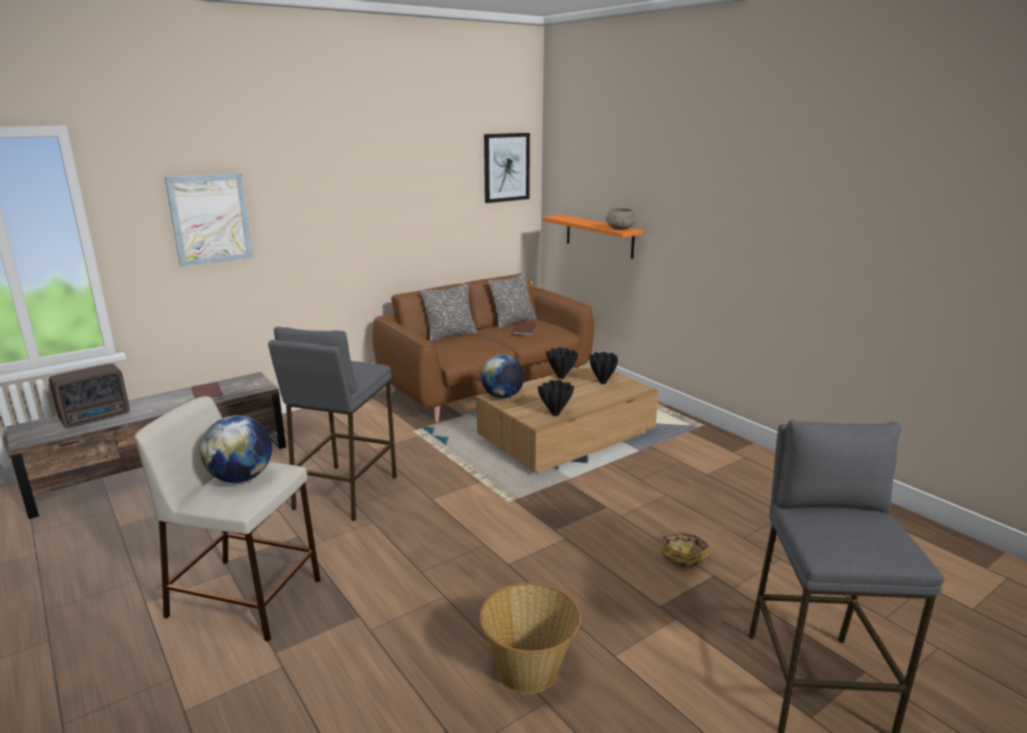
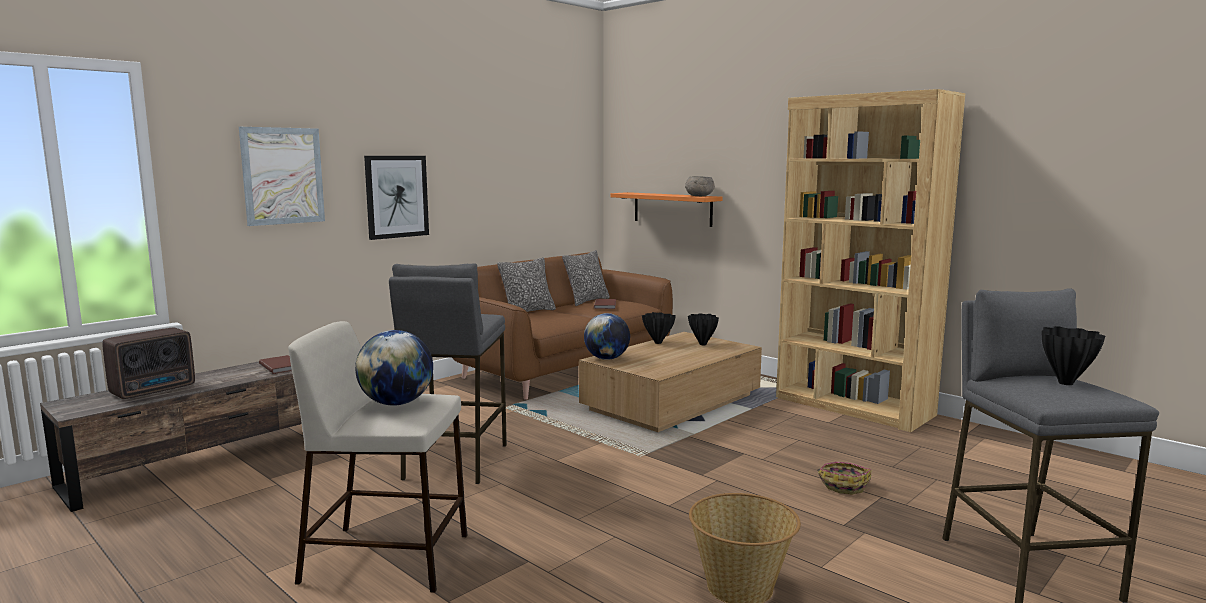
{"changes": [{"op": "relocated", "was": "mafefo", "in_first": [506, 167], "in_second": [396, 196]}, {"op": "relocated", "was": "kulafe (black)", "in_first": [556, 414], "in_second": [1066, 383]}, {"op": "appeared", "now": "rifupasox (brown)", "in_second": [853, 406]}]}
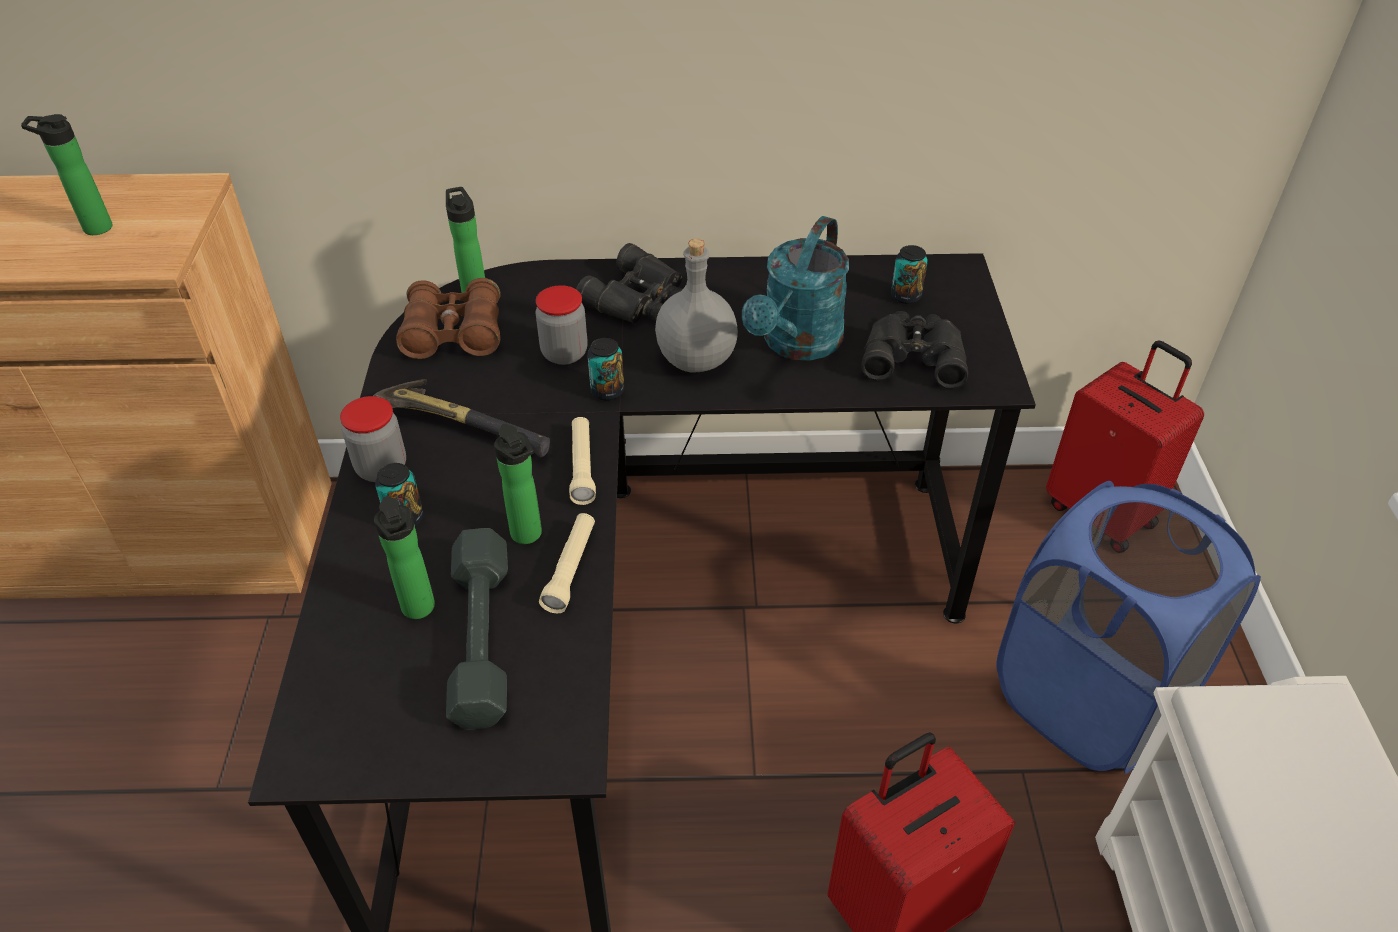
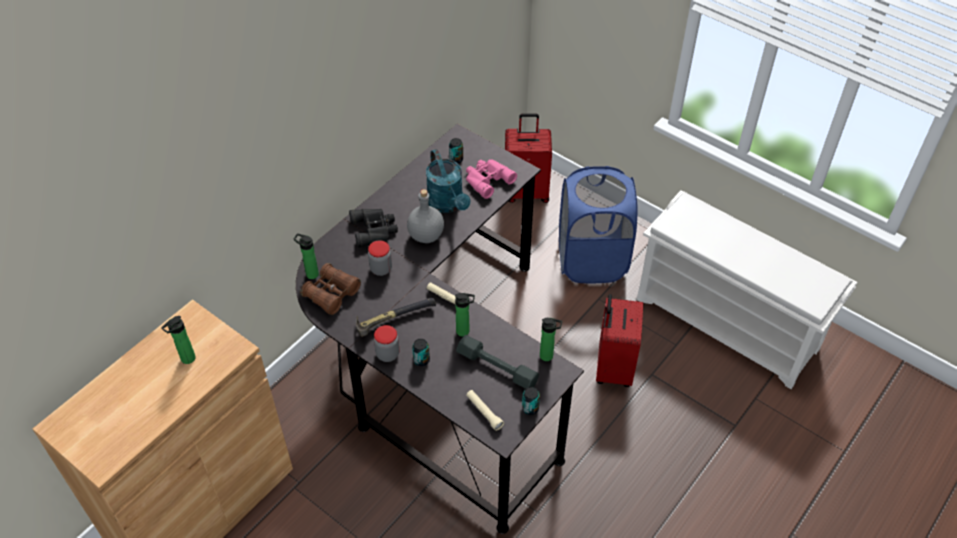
{"changes": [{"op": "relocated", "was": "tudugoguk", "in_first": [419, 610], "in_second": [548, 356]}, {"op": "relocated", "was": "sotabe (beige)", "in_first": [570, 569], "in_second": [484, 412]}, {"op": "relocated", "was": "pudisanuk", "in_first": [607, 391], "in_second": [530, 408]}, {"op": "colour", "was": "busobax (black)", "now": "busobax (pink)", "in_first": [913, 355], "in_second": [487, 179]}]}
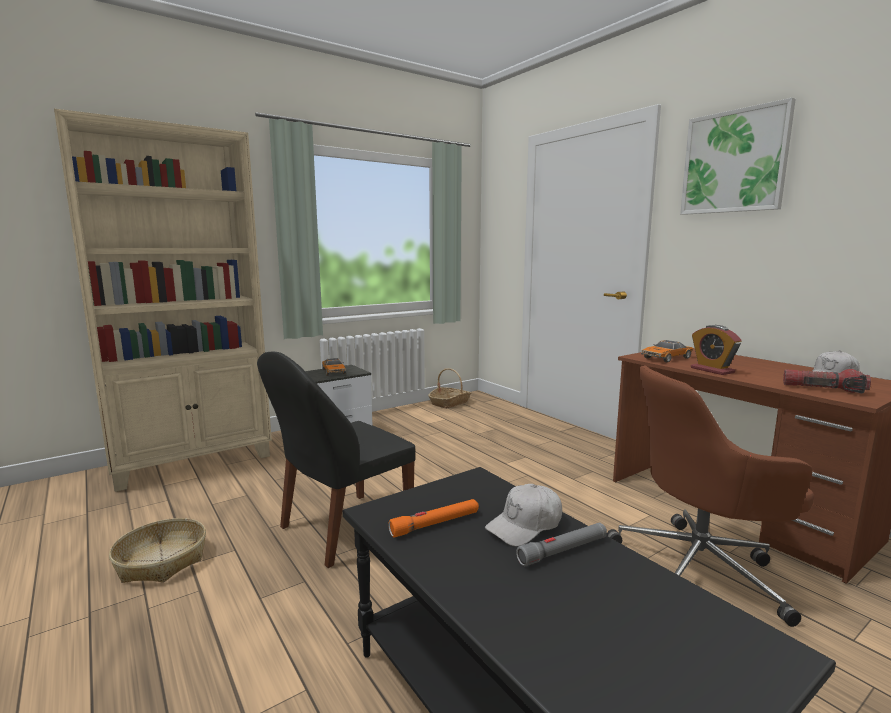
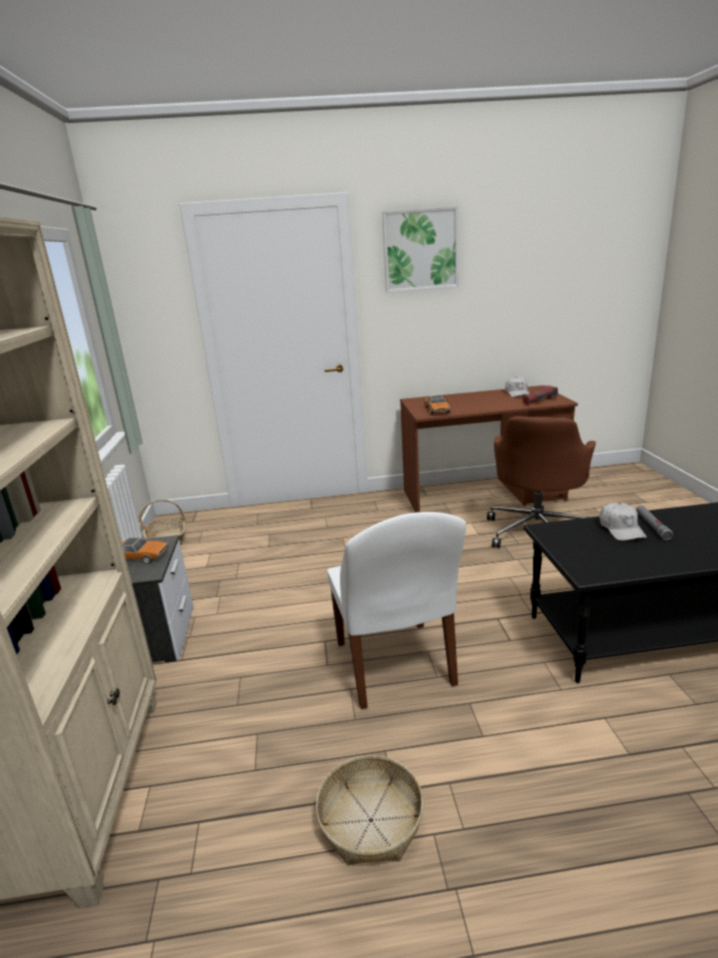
{"changes": [{"op": "colour", "was": "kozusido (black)", "now": "kozusido (white)", "in_first": [342, 529], "in_second": [395, 666]}, {"op": "missing", "was": "sotabe (orange)", "in_first": [436, 524]}, {"op": "missing", "was": "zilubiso", "in_first": [712, 370]}]}
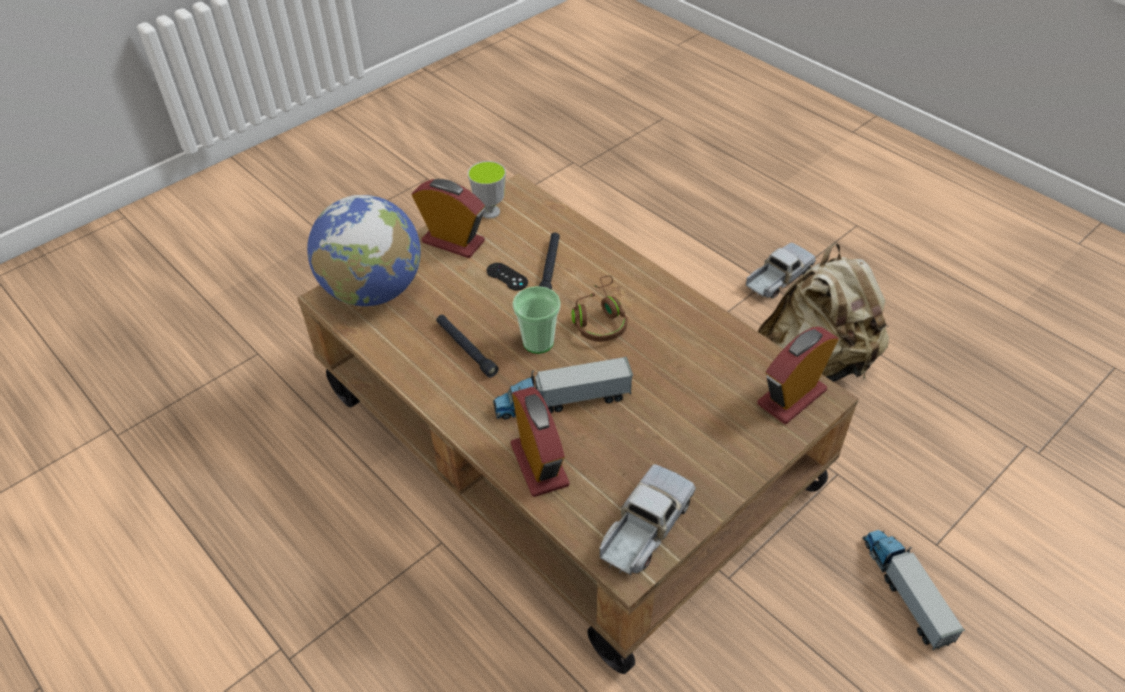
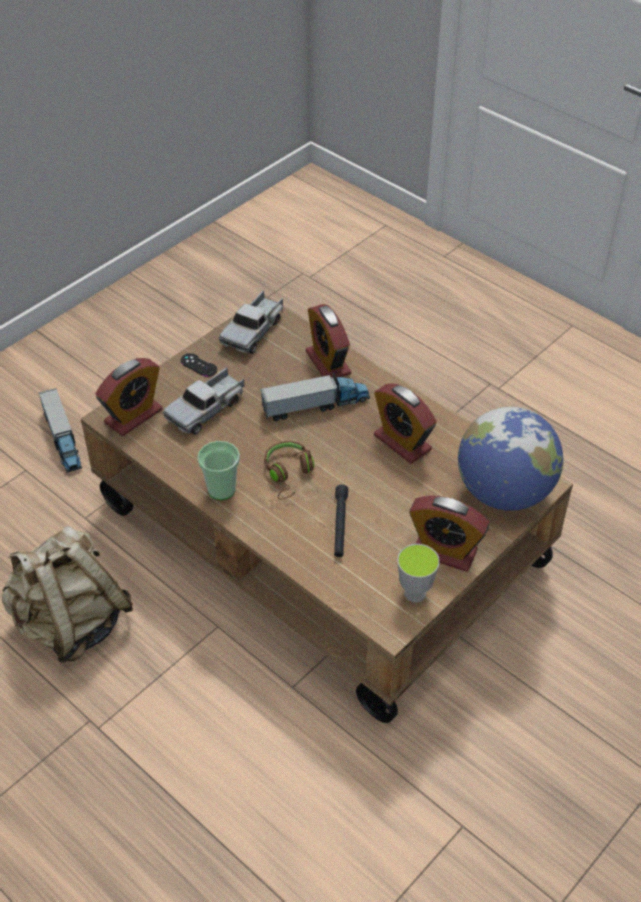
{"changes": [{"op": "exchanged", "was": "sotabe (black)", "now": "zilubiso", "in_first": [466, 349], "in_second": [402, 442]}, {"op": "relocated", "was": "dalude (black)", "in_first": [507, 277], "in_second": [198, 365]}, {"op": "relocated", "was": "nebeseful", "in_first": [538, 342], "in_second": [221, 489]}, {"op": "relocated", "was": "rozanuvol", "in_first": [777, 279], "in_second": [206, 409]}]}
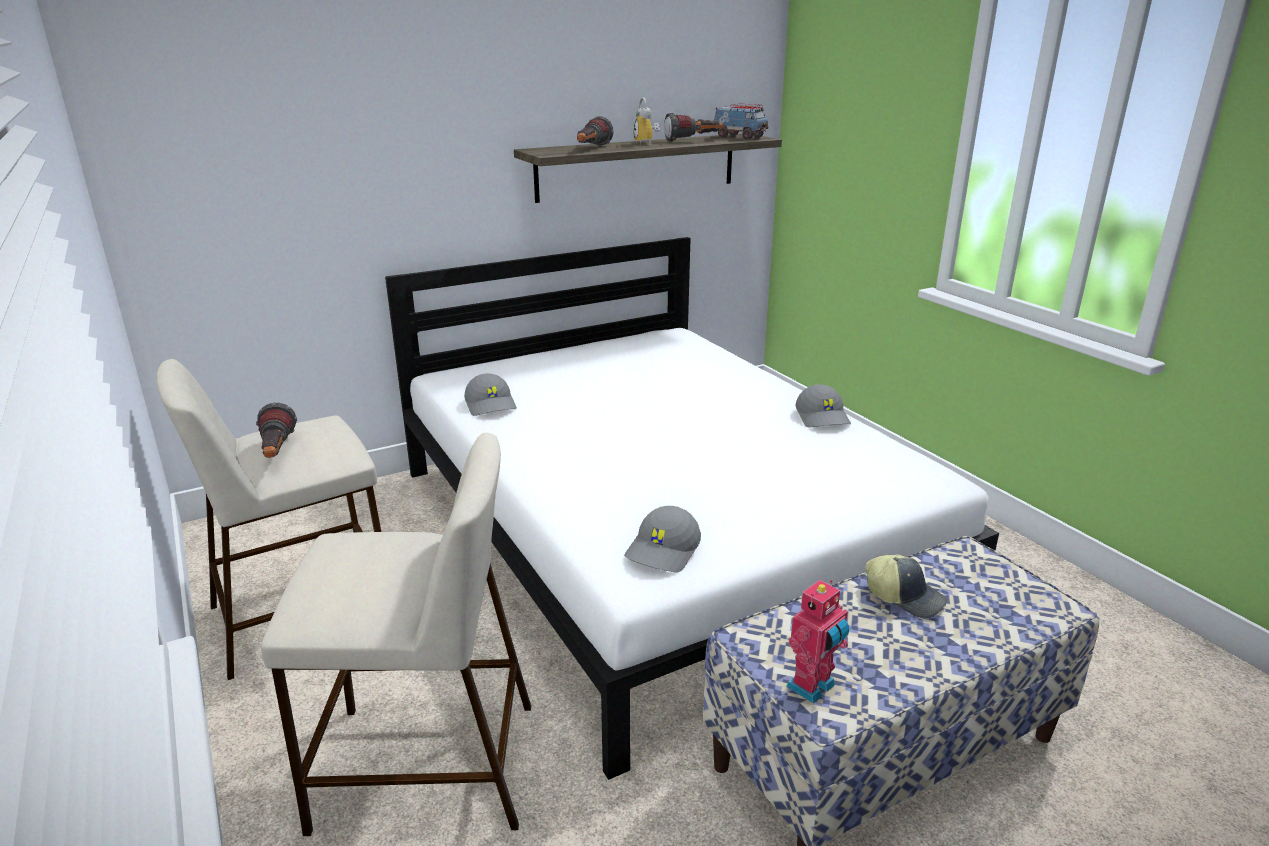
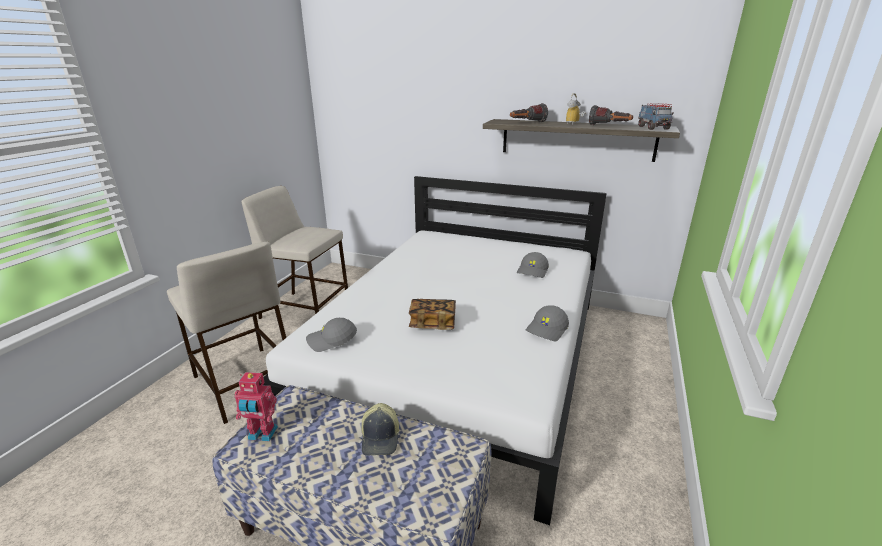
{"changes": [{"op": "missing", "was": "sotabe", "in_first": [277, 452]}, {"op": "relocated", "was": "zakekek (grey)", "in_first": [491, 405], "in_second": [533, 271]}, {"op": "appeared", "now": "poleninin", "in_second": [432, 324]}]}
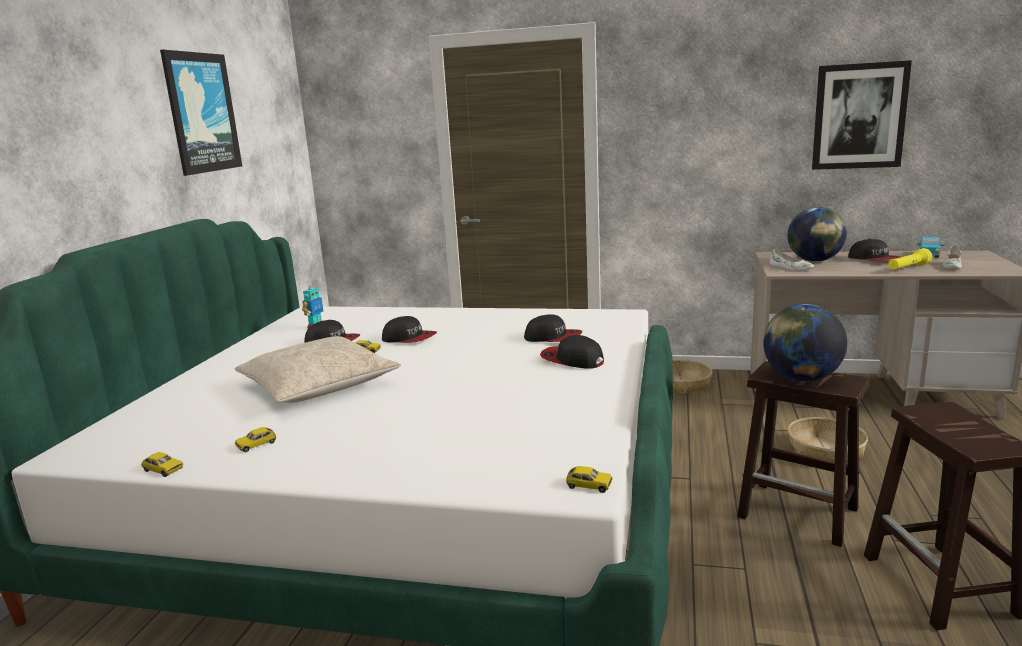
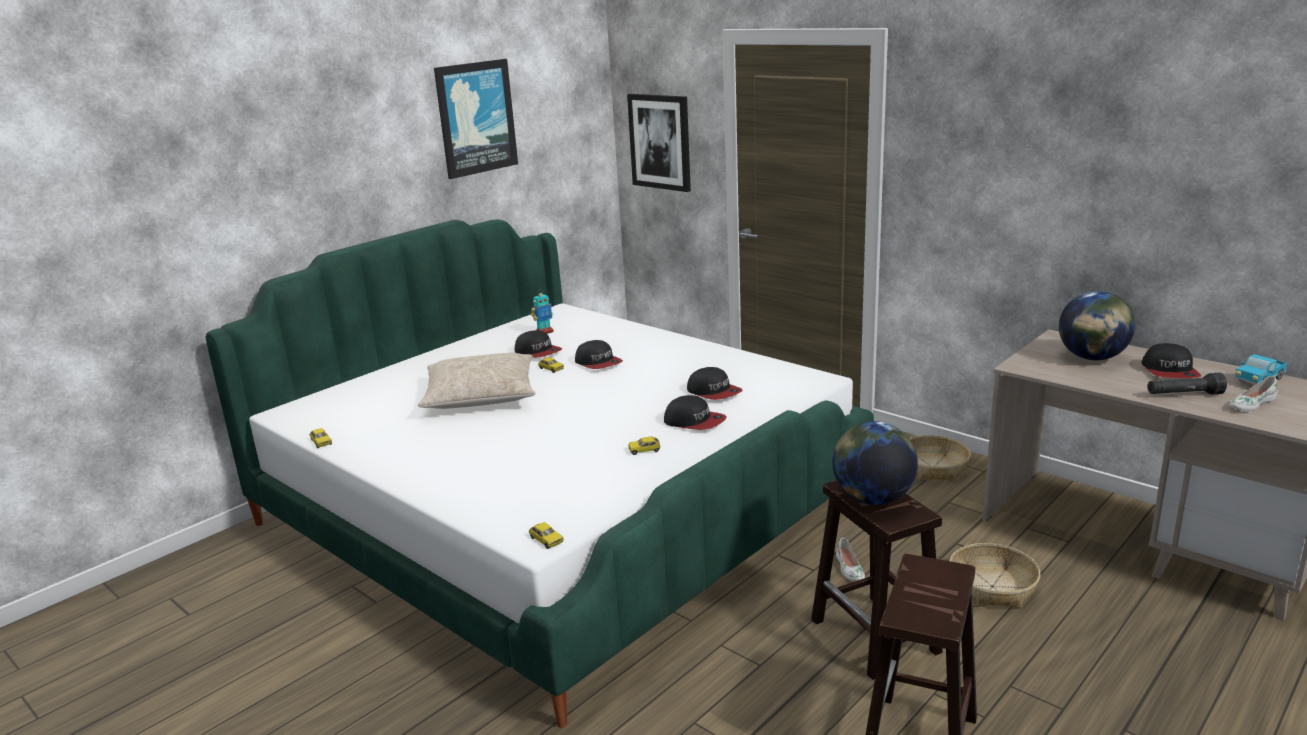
{"changes": [{"op": "relocated", "was": "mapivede", "in_first": [256, 444], "in_second": [644, 450]}, {"op": "spun", "was": "zakekek", "in_first": [572, 360], "in_second": [694, 422], "clockwise": 150}, {"op": "relocated", "was": "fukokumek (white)", "in_first": [790, 268], "in_second": [849, 569]}, {"op": "relocated", "was": "mafefo", "in_first": [859, 116], "in_second": [660, 142]}, {"op": "colour", "was": "sotabe (yellow)", "now": "sotabe (black)", "in_first": [908, 268], "in_second": [1184, 395]}]}
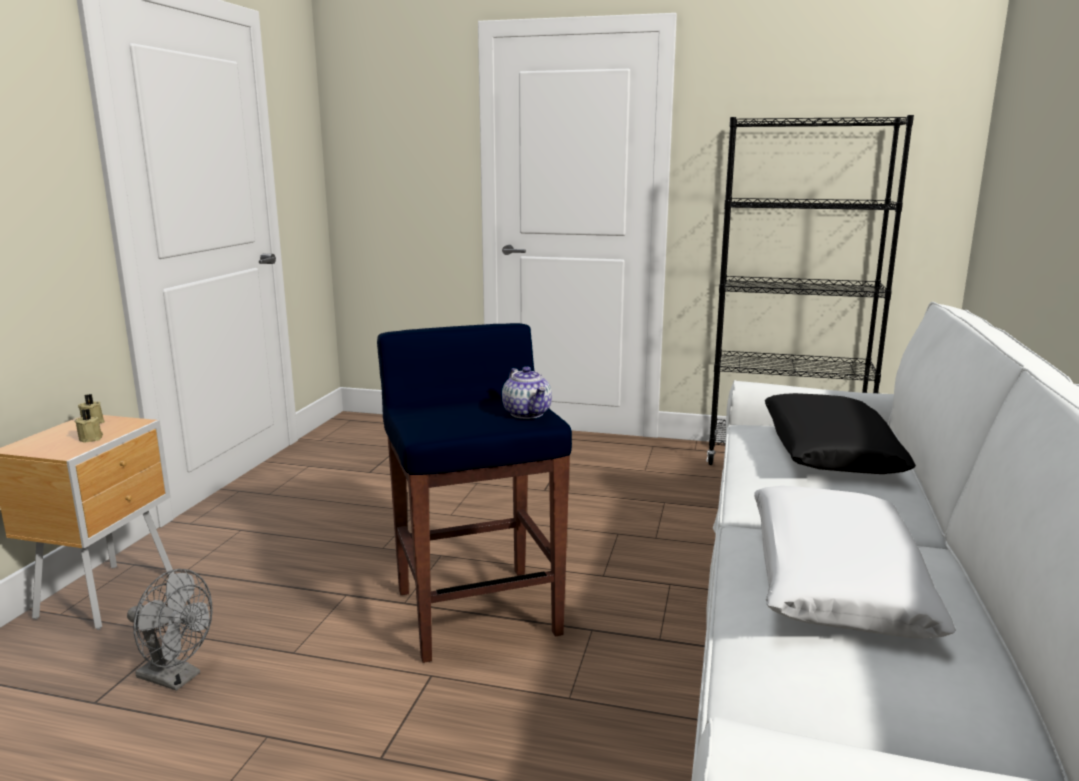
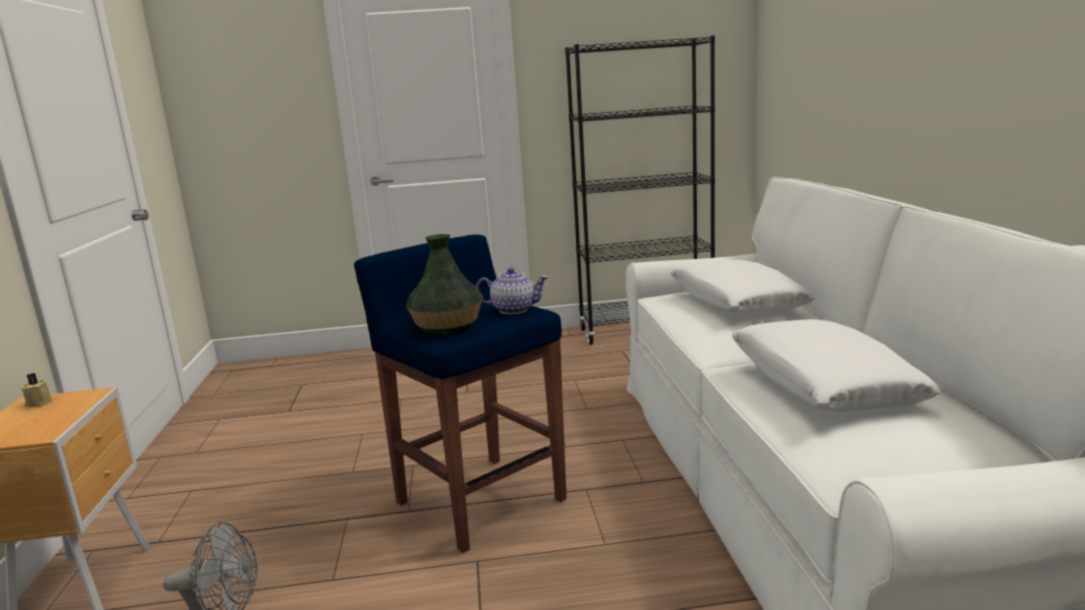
{"changes": [{"op": "missing", "was": "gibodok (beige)", "in_first": [91, 438]}, {"op": "spun", "was": "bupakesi", "in_first": [528, 413], "in_second": [514, 309], "clockwise": -45}, {"op": "colour", "was": "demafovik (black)", "now": "demafovik (white)", "in_first": [828, 451], "in_second": [736, 302]}, {"op": "appeared", "now": "kulafe", "in_second": [446, 327]}]}
